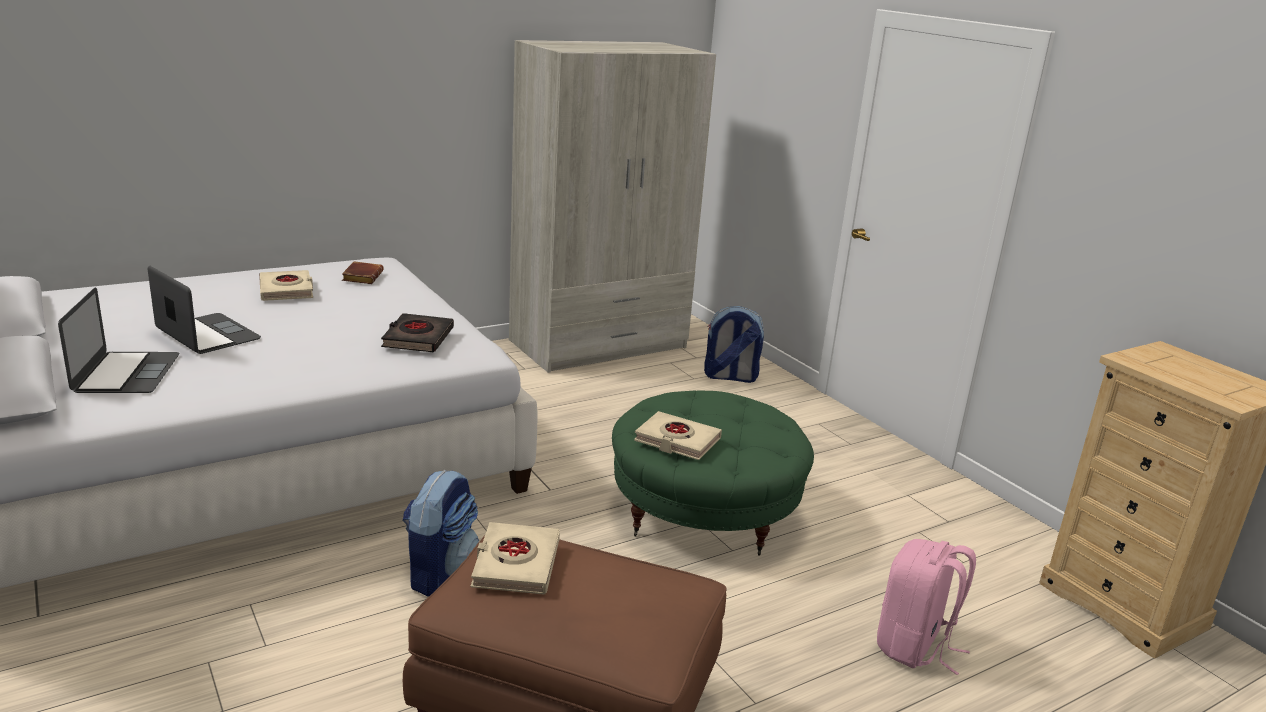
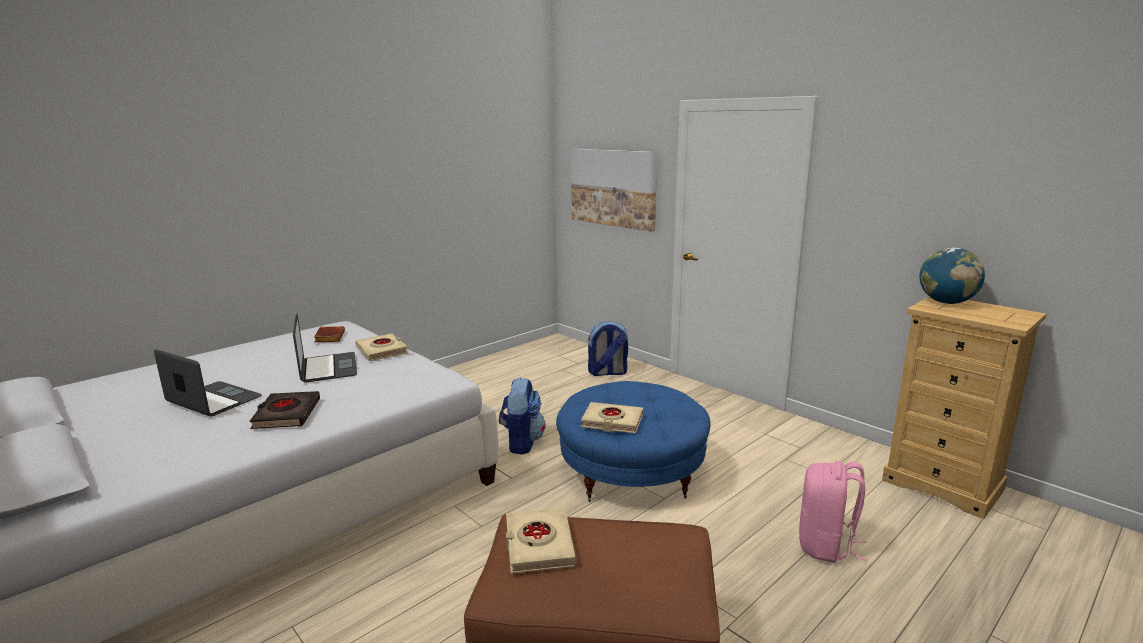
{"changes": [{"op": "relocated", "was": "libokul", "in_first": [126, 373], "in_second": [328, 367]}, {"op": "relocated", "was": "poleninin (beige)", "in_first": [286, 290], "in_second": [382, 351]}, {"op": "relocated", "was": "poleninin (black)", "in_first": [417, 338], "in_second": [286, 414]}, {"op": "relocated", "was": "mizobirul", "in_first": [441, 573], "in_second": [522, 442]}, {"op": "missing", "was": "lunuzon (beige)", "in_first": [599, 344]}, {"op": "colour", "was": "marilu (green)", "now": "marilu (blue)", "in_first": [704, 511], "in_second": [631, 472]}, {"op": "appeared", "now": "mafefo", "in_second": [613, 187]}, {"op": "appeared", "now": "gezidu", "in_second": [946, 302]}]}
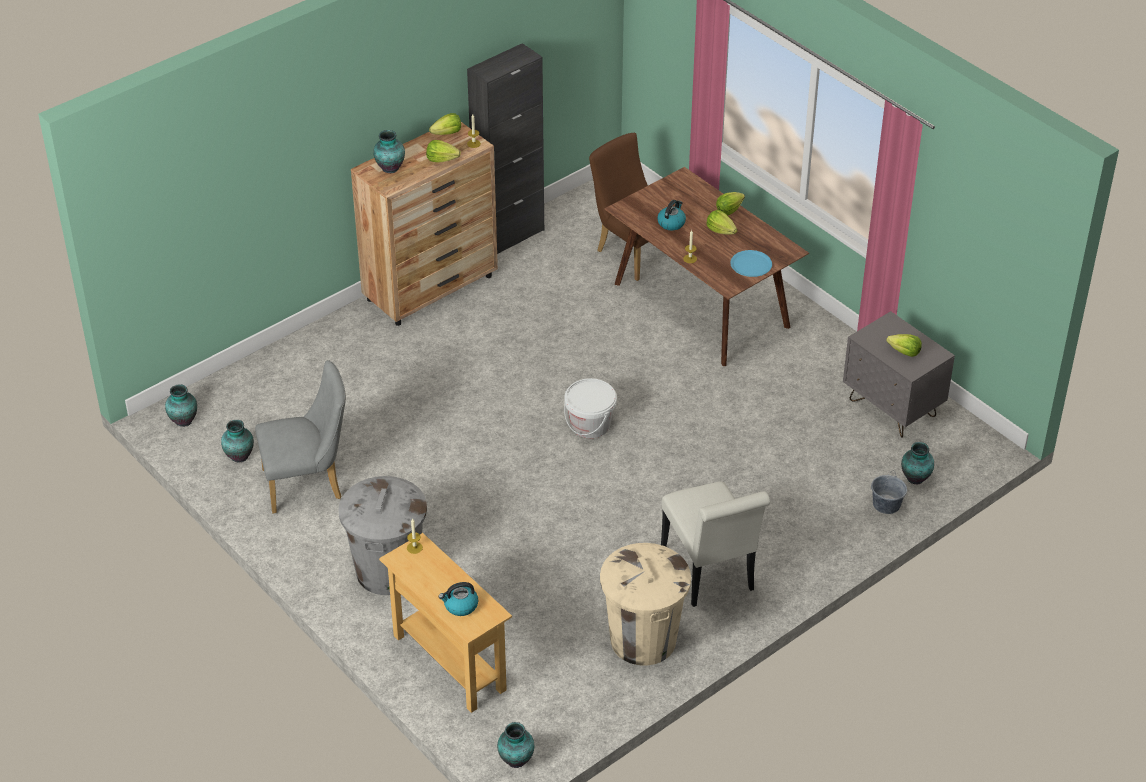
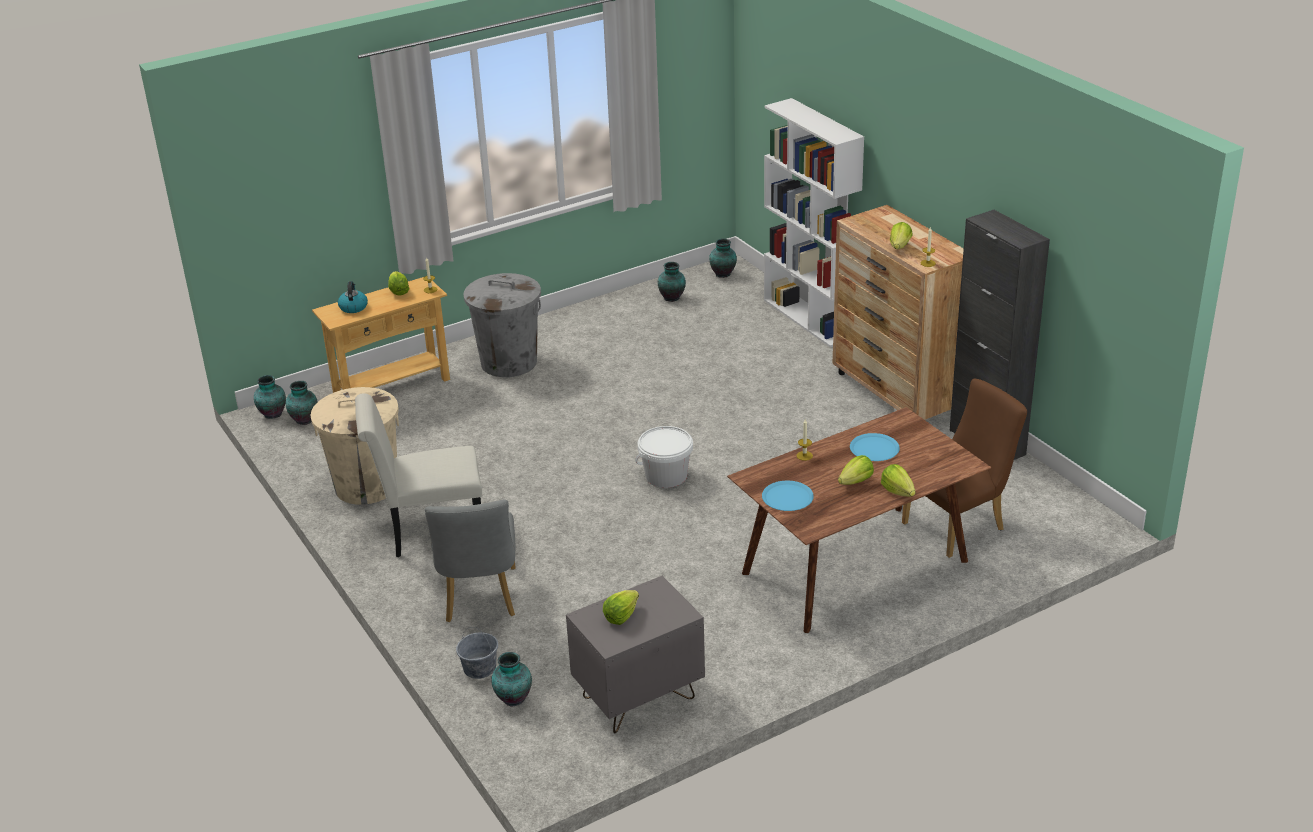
{"changes": [{"op": "relocated", "was": "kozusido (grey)", "in_first": [309, 484], "in_second": [479, 600]}, {"op": "relocated", "was": "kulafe", "in_first": [389, 168], "in_second": [304, 419]}, {"op": "relocated", "was": "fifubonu", "in_first": [447, 133], "in_second": [398, 291]}, {"op": "exchanged", "was": "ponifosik", "now": "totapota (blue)", "in_first": [671, 223], "in_second": [874, 448]}, {"op": "appeared", "now": "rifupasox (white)", "in_second": [810, 319]}]}
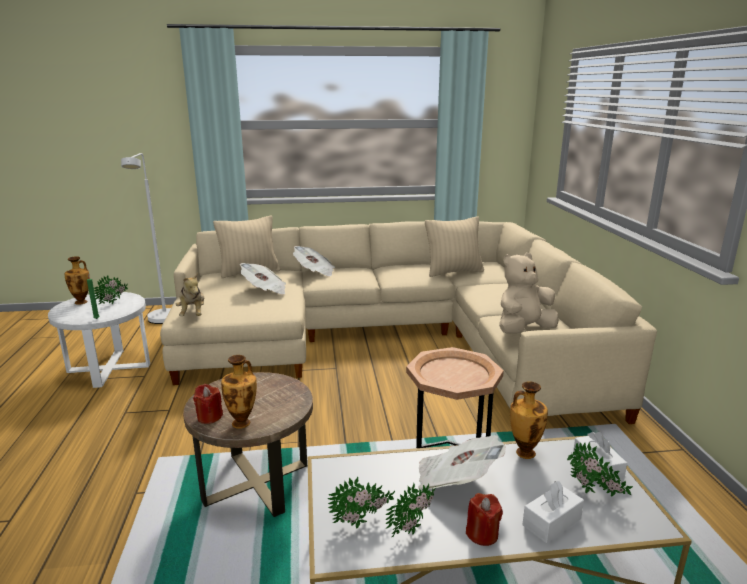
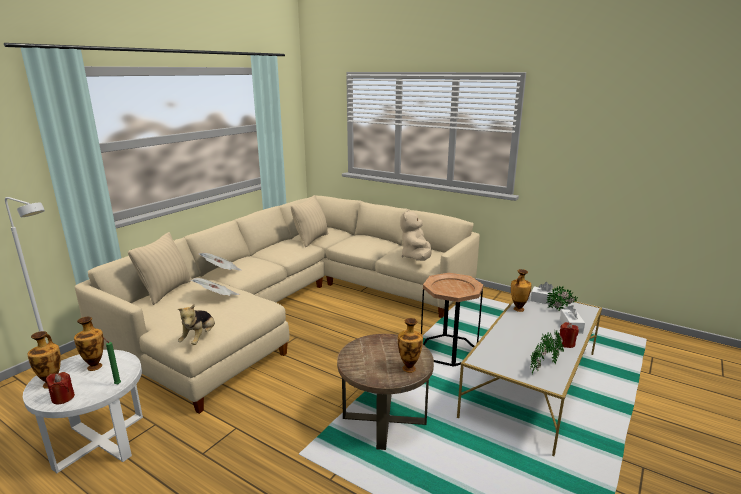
{"changes": [{"op": "exchanged", "was": "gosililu", "now": "kulafe", "in_first": [114, 303], "in_second": [95, 366]}, {"op": "spun", "was": "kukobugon", "in_first": [193, 314], "in_second": [199, 338], "clockwise": 75}, {"op": "relocated", "was": "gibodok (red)", "in_first": [209, 417], "in_second": [63, 398]}, {"op": "missing", "was": "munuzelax", "in_first": [456, 480]}]}
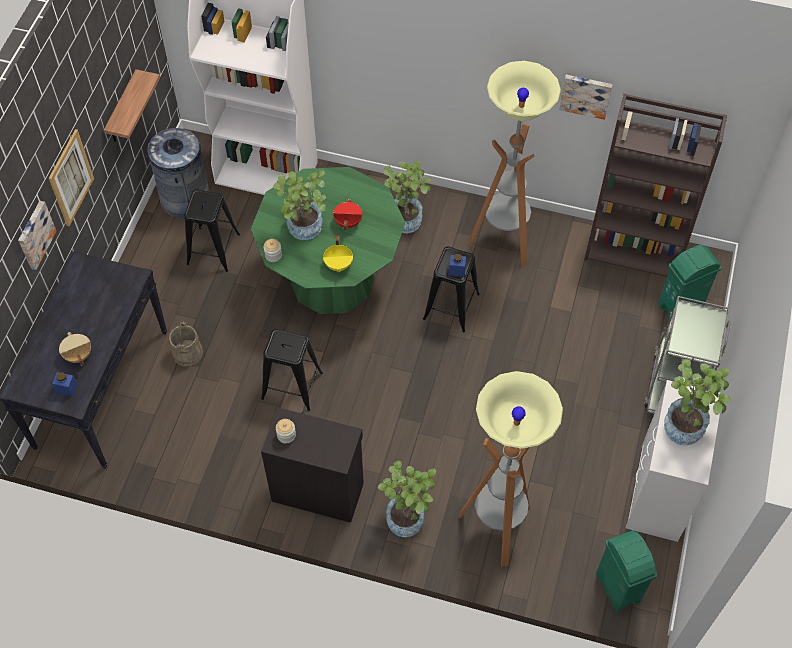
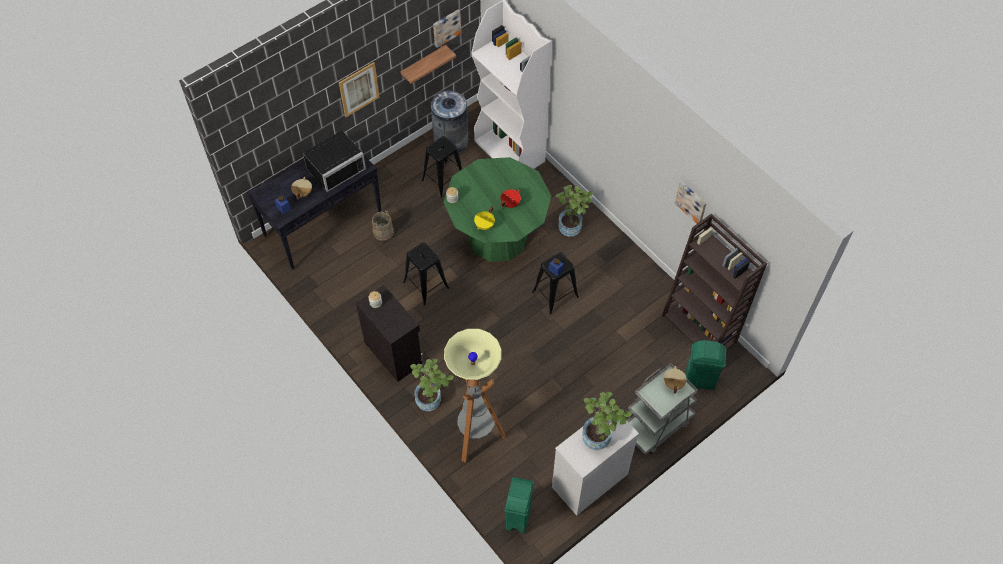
{"changes": [{"op": "relocated", "was": "mafefo", "in_first": [35, 234], "in_second": [446, 27]}, {"op": "missing", "was": "gosililu", "in_first": [304, 231]}, {"op": "missing", "was": "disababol", "in_first": [503, 242]}, {"op": "appeared", "now": "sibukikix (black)", "in_second": [334, 167]}, {"op": "appeared", "now": "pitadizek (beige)", "in_second": [673, 383]}]}
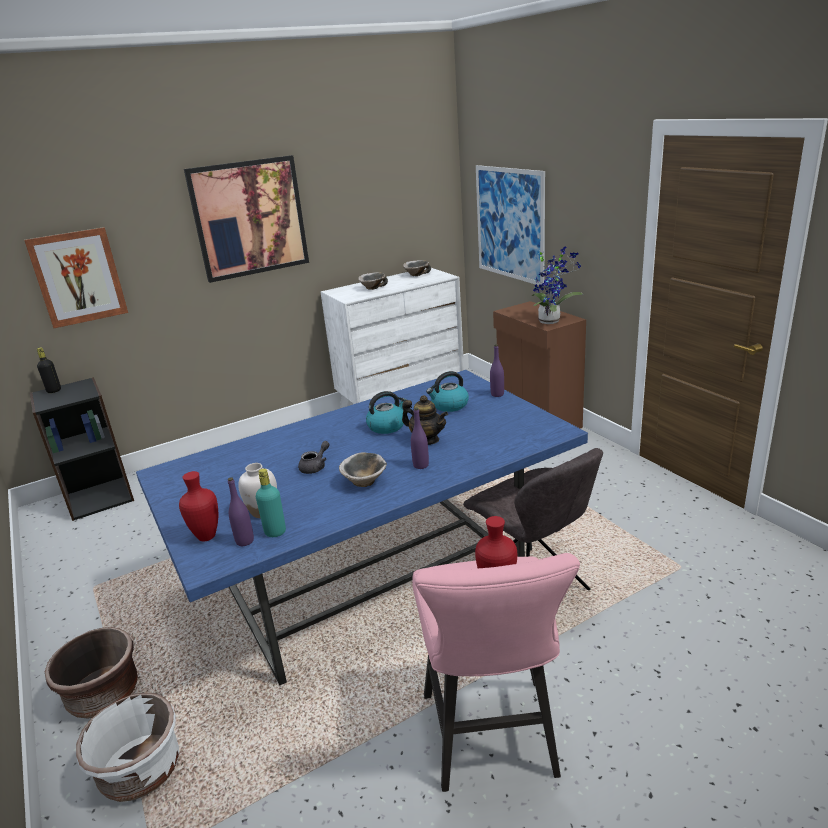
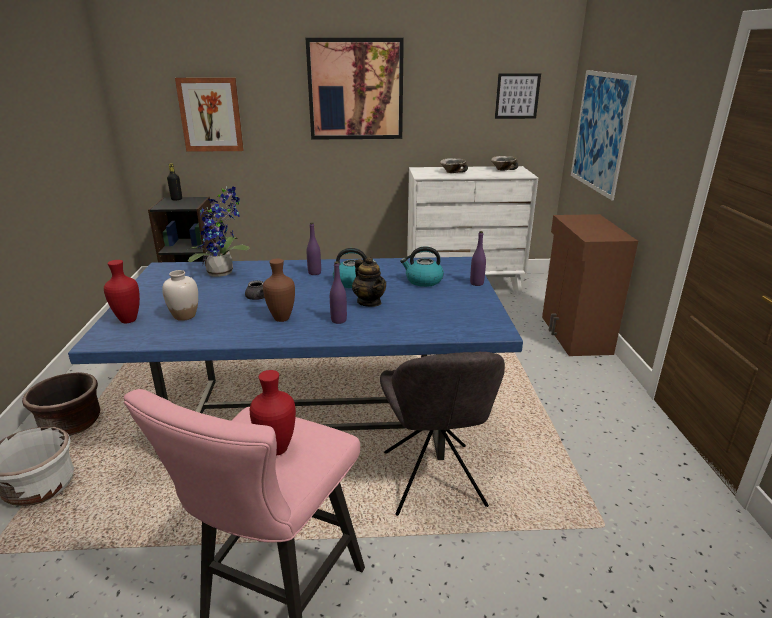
{"changes": [{"op": "relocated", "was": "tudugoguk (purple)", "in_first": [245, 541], "in_second": [314, 273]}, {"op": "missing", "was": "tudugoguk (turquoise)", "in_first": [275, 532]}, {"op": "exchanged", "was": "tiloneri", "now": "kulafe (brown)", "in_first": [365, 482], "in_second": [280, 319]}, {"op": "relocated", "was": "gosililu", "in_first": [551, 321], "in_second": [224, 273]}, {"op": "appeared", "now": "mafefo", "in_second": [517, 96]}]}
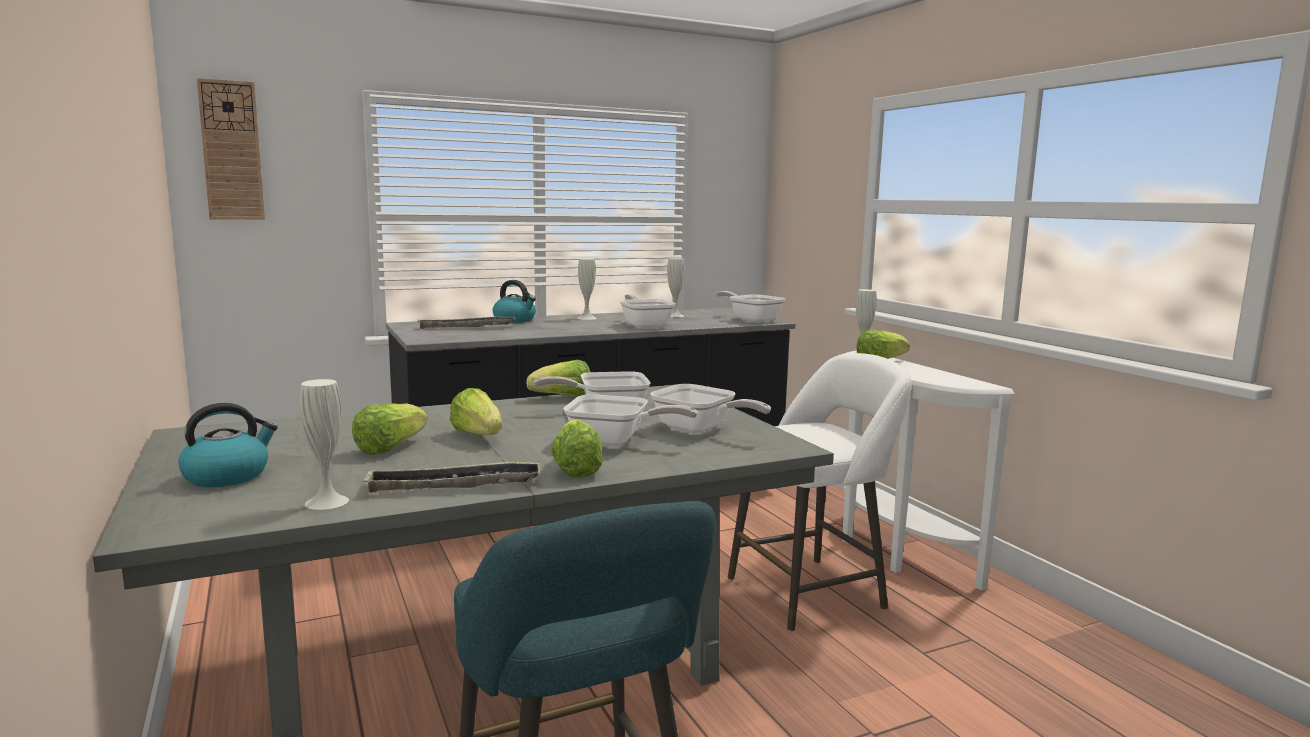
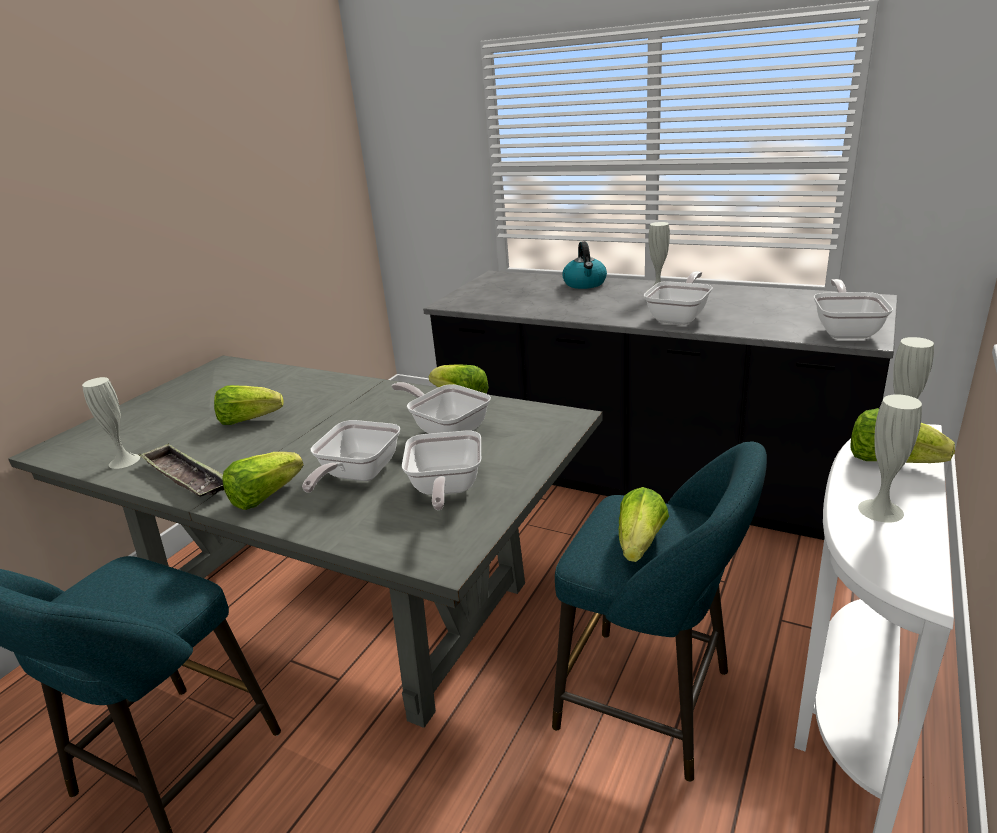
{"changes": [{"op": "missing", "was": "ponifosik", "in_first": [228, 476]}, {"op": "missing", "was": "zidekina", "in_first": [231, 151]}, {"op": "missing", "was": "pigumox", "in_first": [467, 327]}, {"op": "relocated", "was": "fifubonu", "in_first": [478, 436], "in_second": [640, 543]}, {"op": "spun", "was": "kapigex", "in_first": [615, 442], "in_second": [356, 476], "clockwise": 45}, {"op": "relocated", "was": "kulafe (white)", "in_first": [674, 316], "in_second": [880, 510]}, {"op": "colour", "was": "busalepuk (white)", "now": "busalepuk (turquoise)", "in_first": [812, 592], "in_second": [653, 703]}]}
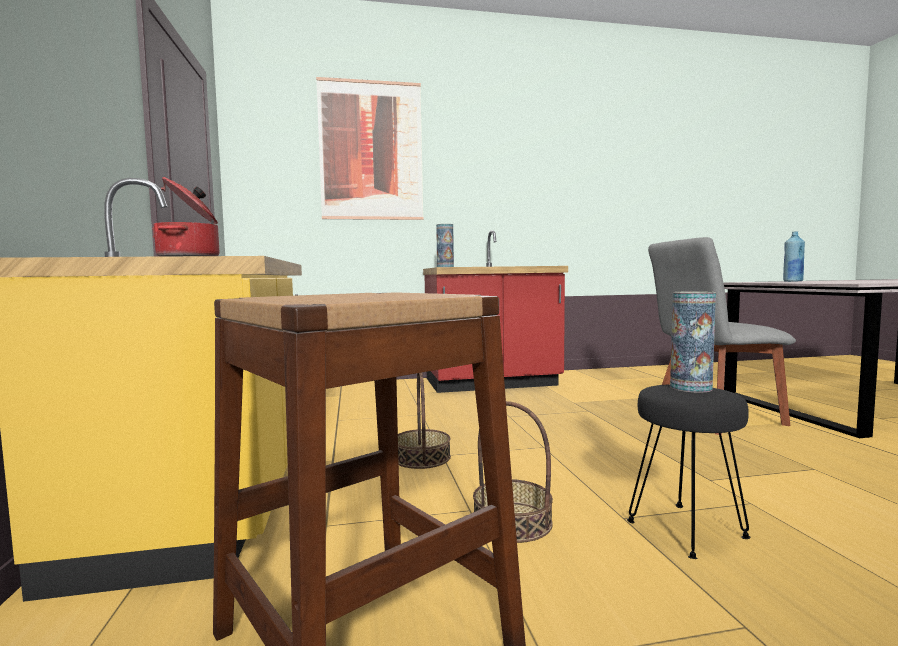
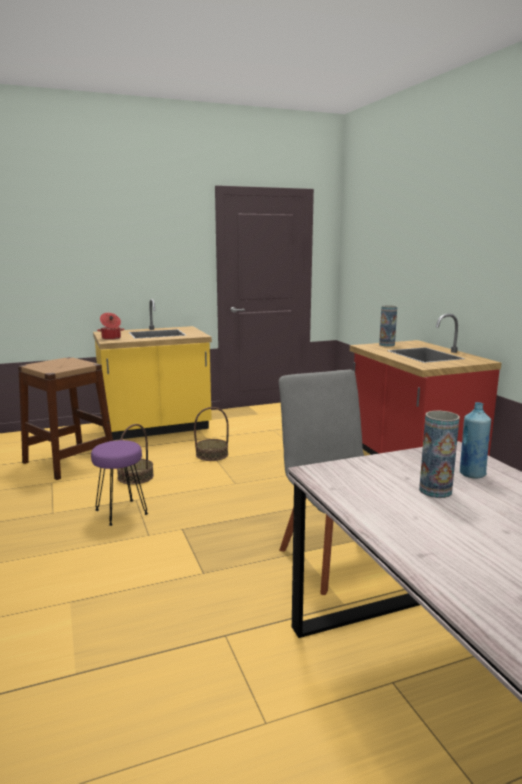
{"changes": [{"op": "missing", "was": "mafefo", "in_first": [371, 150]}, {"op": "colour", "was": "busalepuk (black)", "now": "busalepuk (purple)", "in_first": [687, 530], "in_second": [120, 512]}, {"op": "relocated", "was": "kulafe", "in_first": [691, 388], "in_second": [435, 491]}]}
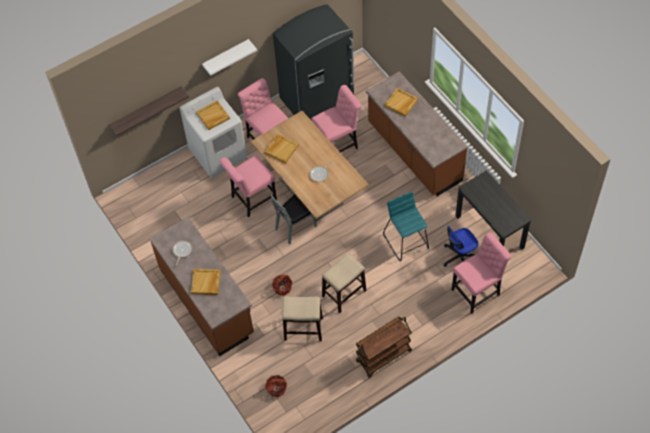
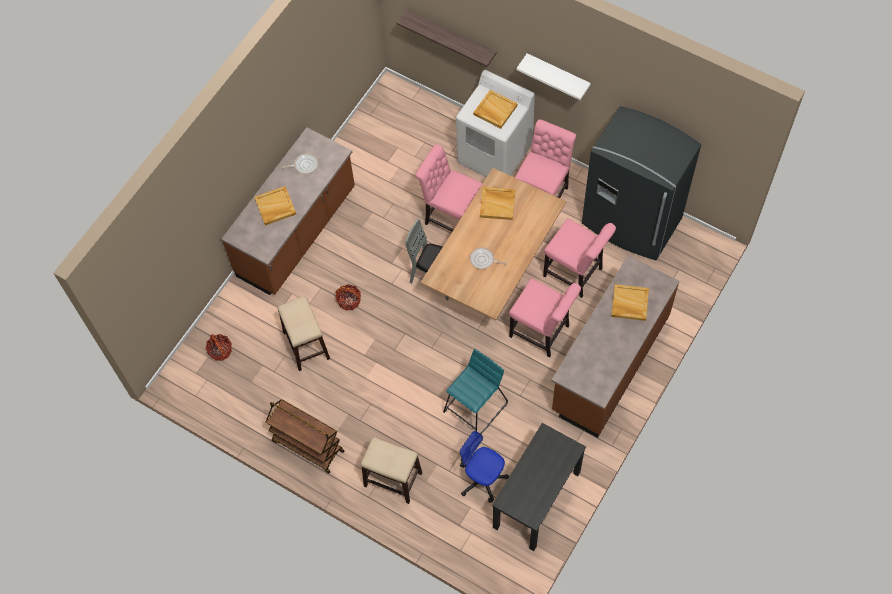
{"changes": [{"op": "relocated", "was": "busalepuk", "in_first": [343, 293], "in_second": [392, 479]}, {"op": "relocated", "was": "kozusido (pink)", "in_first": [478, 291], "in_second": [542, 333]}]}
